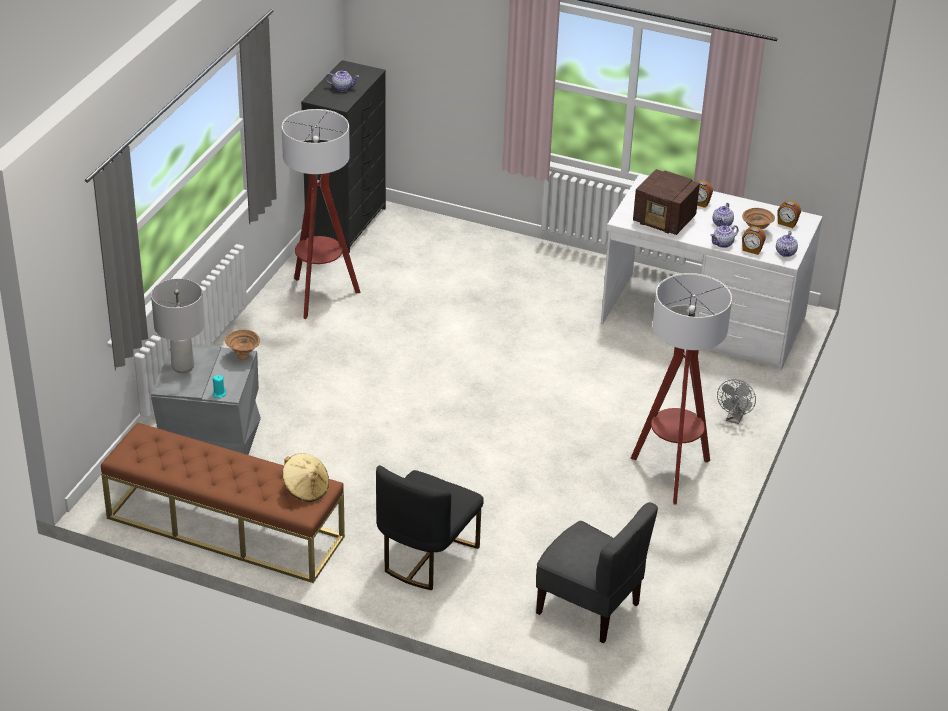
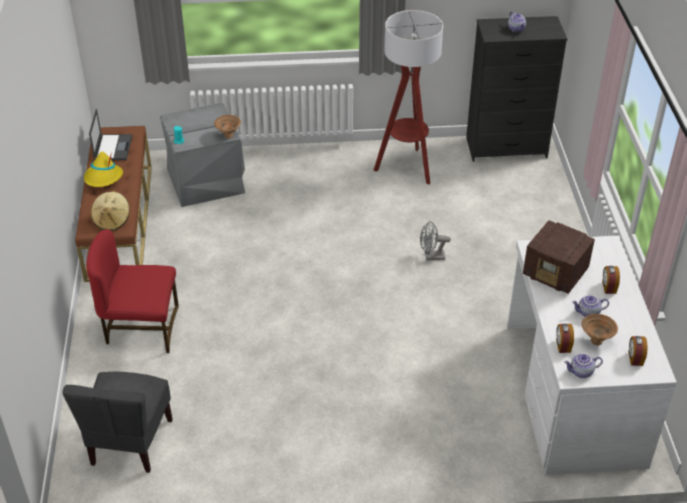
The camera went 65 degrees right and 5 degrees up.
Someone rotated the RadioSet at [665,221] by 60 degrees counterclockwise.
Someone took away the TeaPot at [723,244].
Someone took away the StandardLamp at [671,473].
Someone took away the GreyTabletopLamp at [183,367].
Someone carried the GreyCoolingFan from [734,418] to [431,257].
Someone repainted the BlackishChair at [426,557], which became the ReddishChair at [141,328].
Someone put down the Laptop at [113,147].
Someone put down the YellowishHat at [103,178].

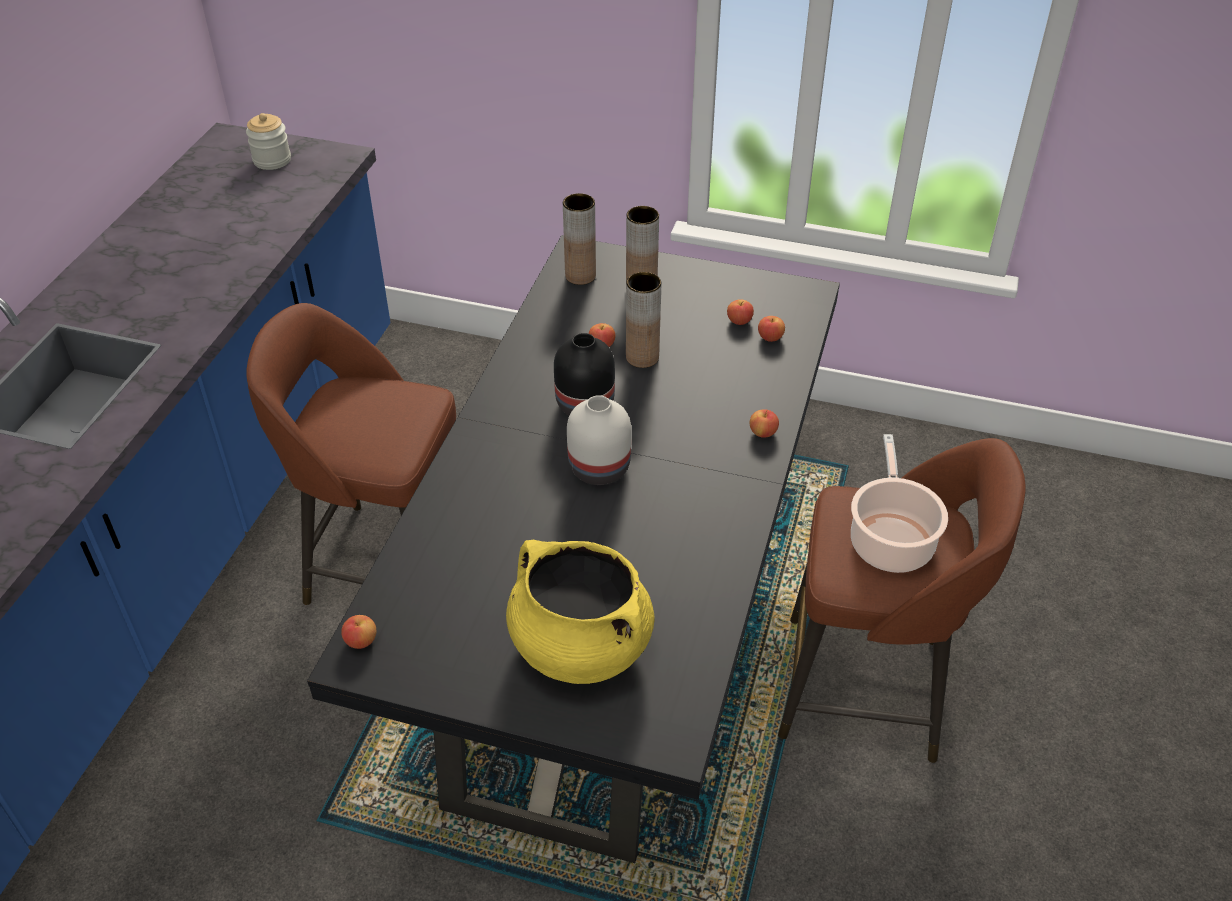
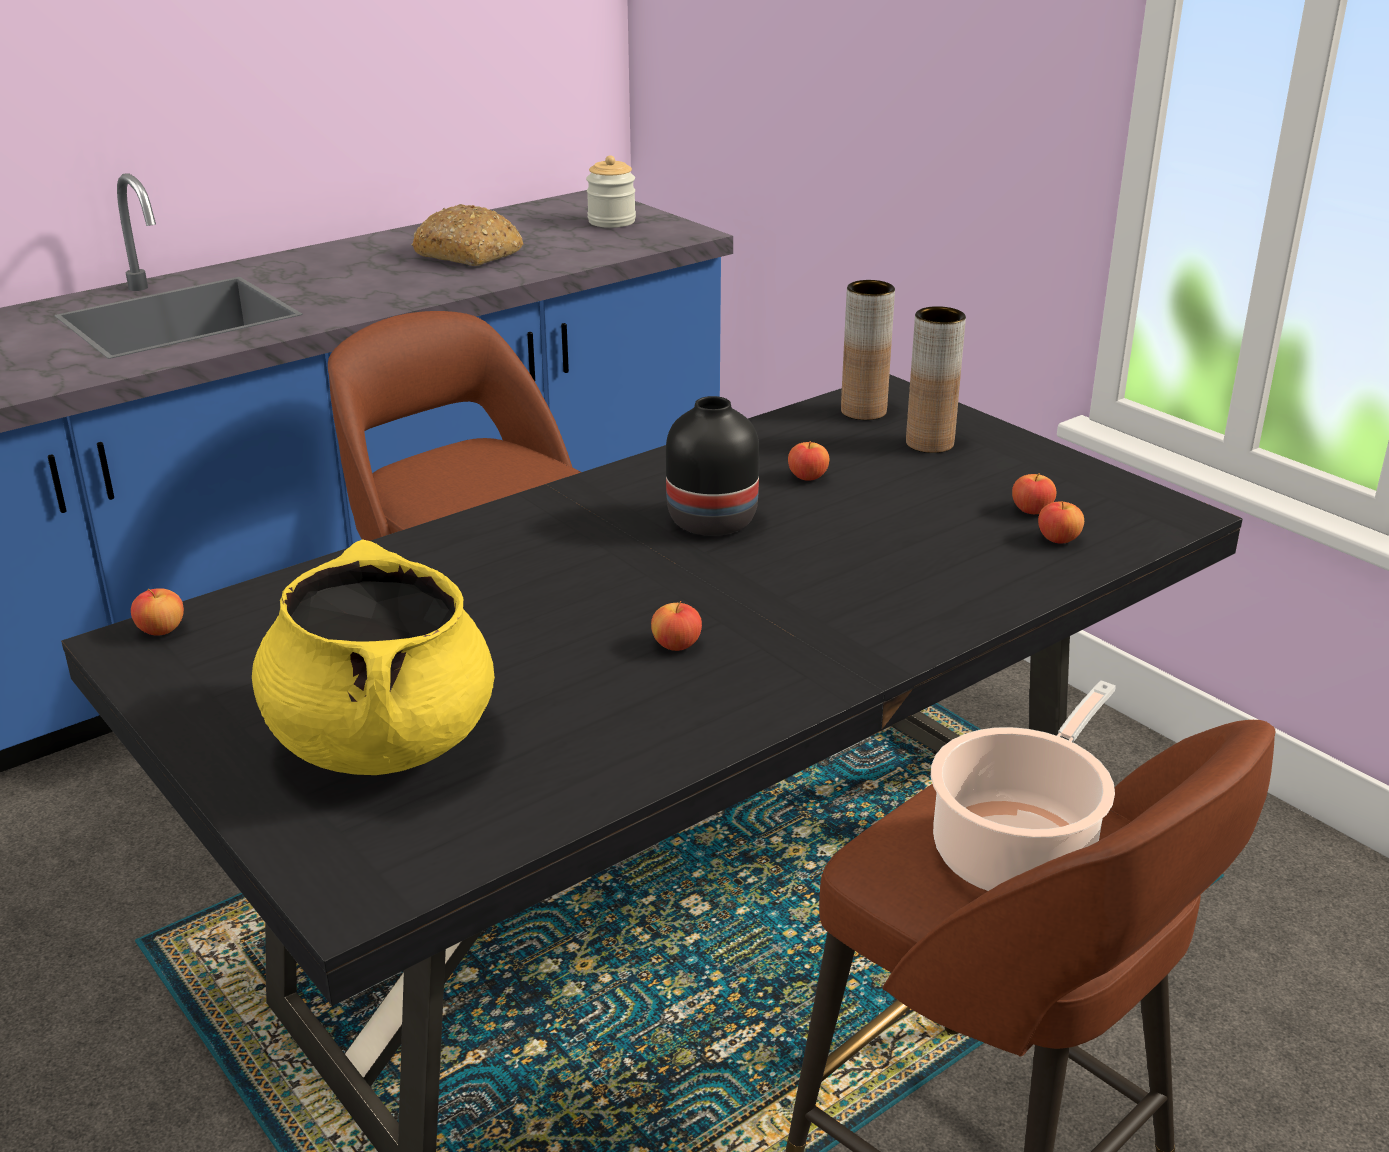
The camera went 35 degrees right and 15 degrees down.
Someone took away the BrownColouredDecorativeVase at [642,357].
Someone took away the WhitishDecorativeVase at [597,468].
Someone carried the Apple from [763,432] to [676,645].
Someone put down the Bread at [470,254].

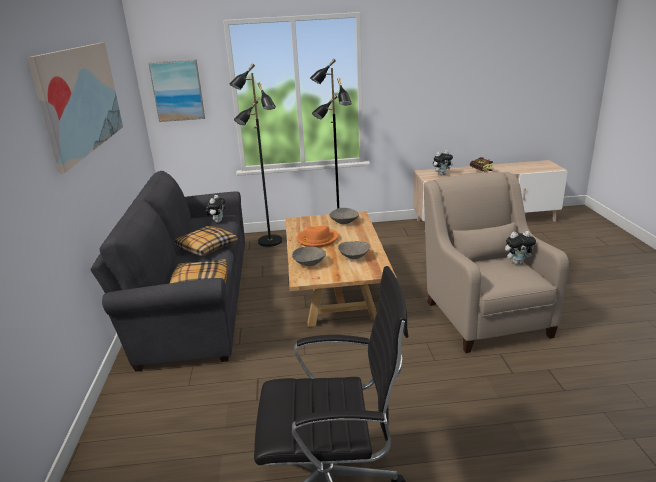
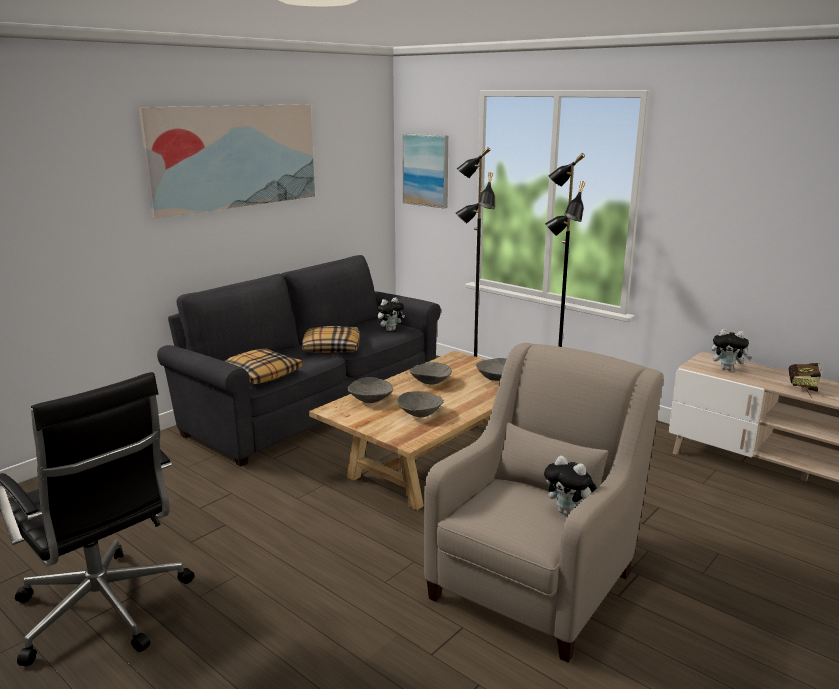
The camera went 45 degrees right and 5 degrees down.
Someone swapped the OrangeColouredHat at [317,239] for the GreyDeepDish at [430,382].

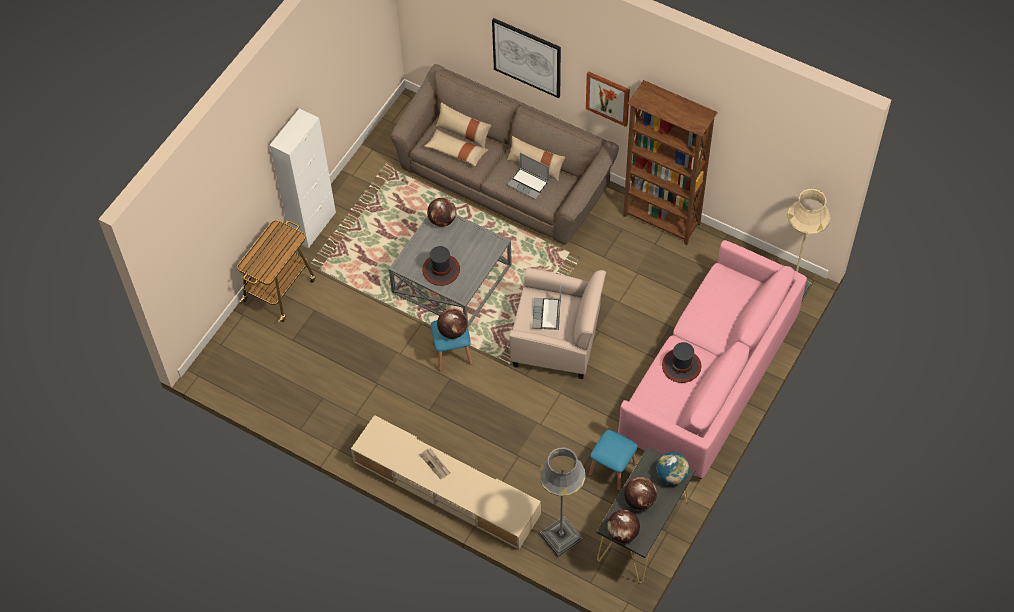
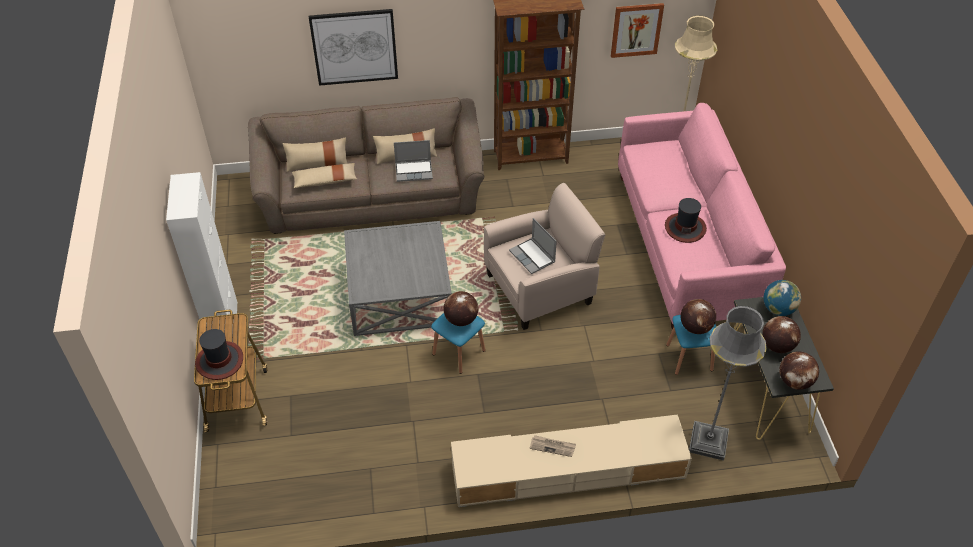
The camera went 40 degrees left and 10 degrees down.
Someone carried the WallPicture from [608,98] to [636,30].
Someone carried the WorldGlobe from [442,220] to [695,327].
Someone carried the Hat from [441,270] to [219,361].

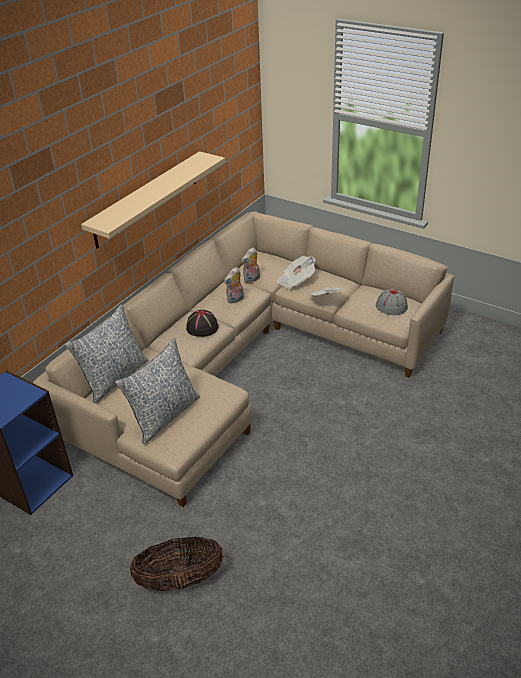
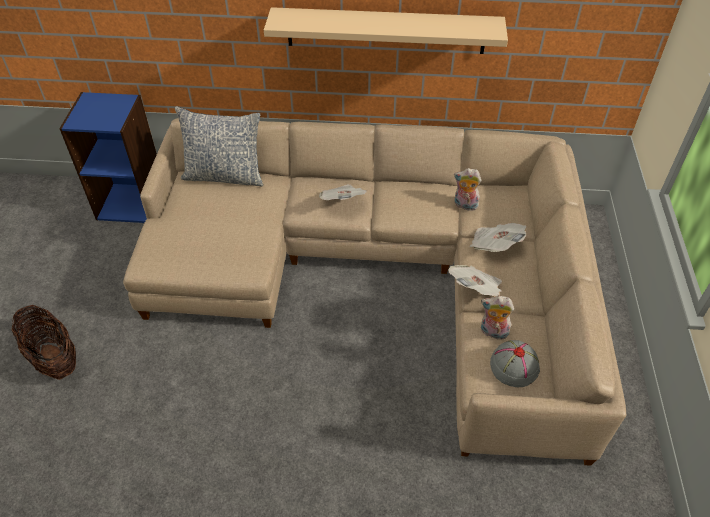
The camera went 60 degrees right and 10 degrees up.
Someone carried the CuddlyToy from [235,300] to [493,332].
Someone swapped the BlackishHat at [202,327] for the PrintedPaper at [342,202].
Someone took away the Cushion at [164,415].

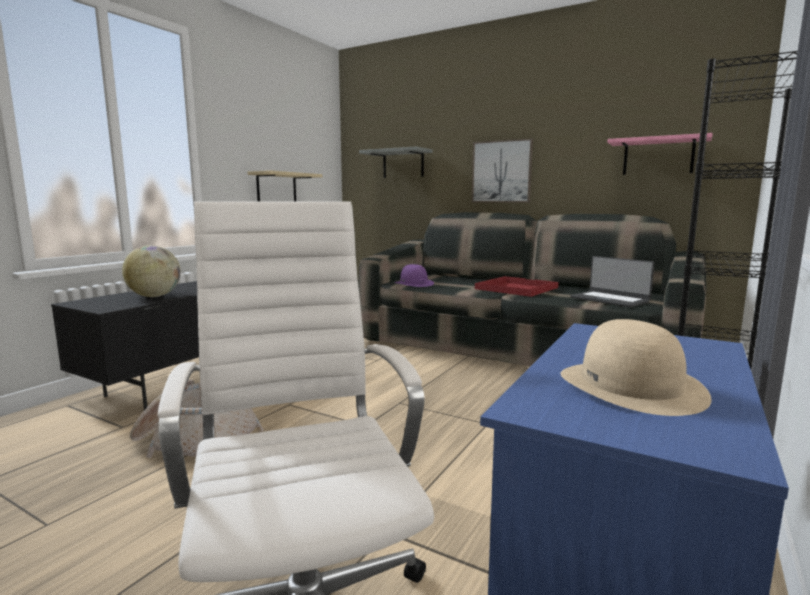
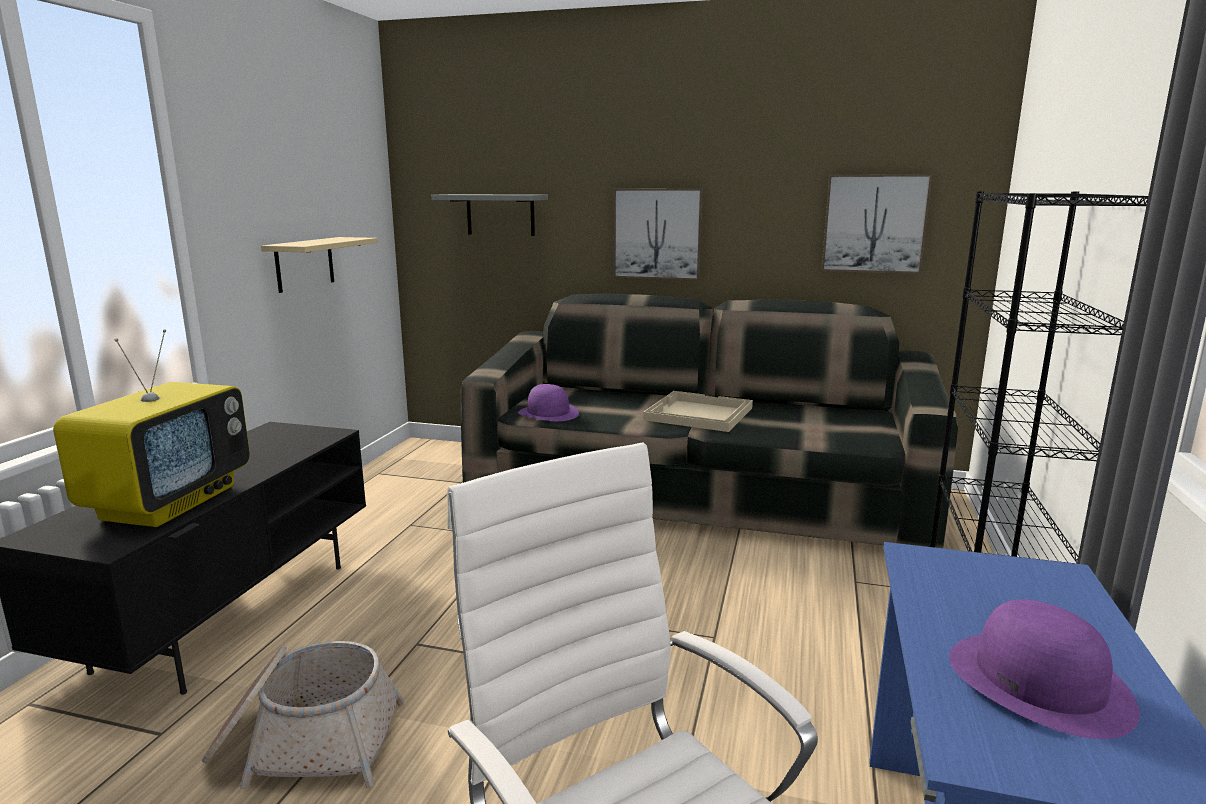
The camera went 15 degrees left and 5 degrees up.
Someone swapped the PinkWallShelf at [658,156] for the WallPicture at [874,223].
Someone swapped the WorldGlobe at [154,296] for the TvSet at [170,502].
Someone took away the Laptop at [610,299].
Someone repainted the ReddishServingTray at [515,288], which became the BeigeServingTray at [697,414].
Someone repainted the BeigeHat at [631,386], which became the PurpleHat at [1039,682].

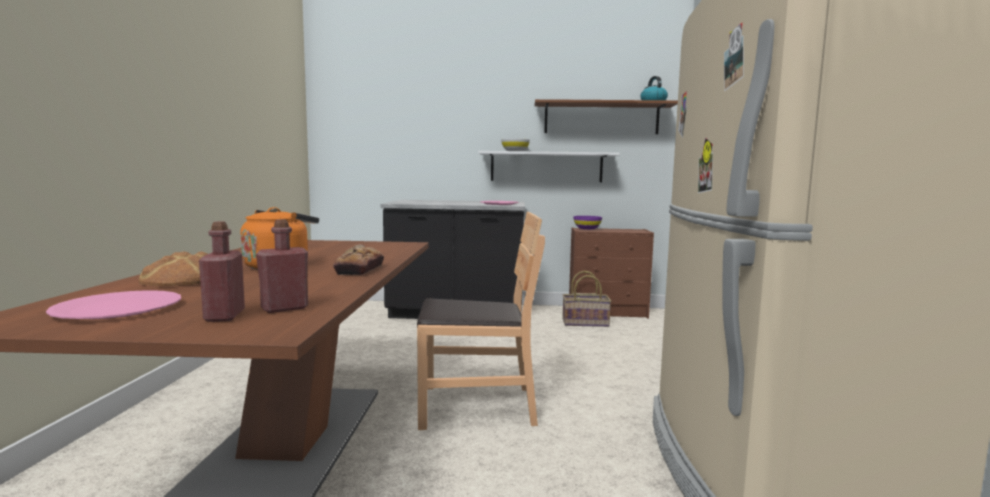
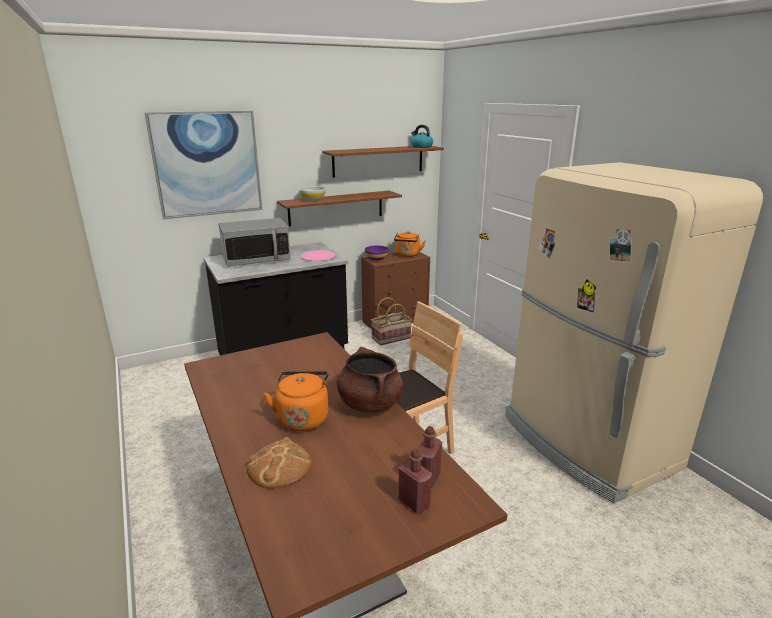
The camera went 30 degrees left and 15 degrees up.
Someone repainted the WhitishWallShelf at [546,167], which became the BrownColouredWallShelf at [336,208].
Someone swapped the Bread at [359,270] for the BrownColouredCookingPot at [370,403].
Someone took away the PinkDinnerPlate at [118,308].
Someone put up the WallPicture at [207,164].
Someone put down the KitchenMicrowave at [256,259].
Someone put down the OrangeColouredKettle at [407,255].

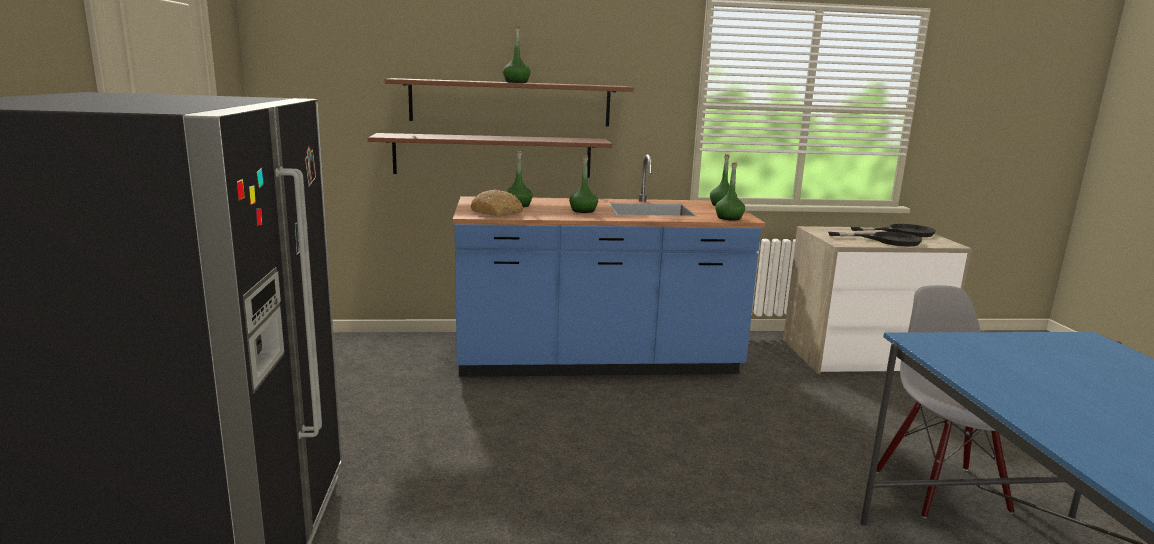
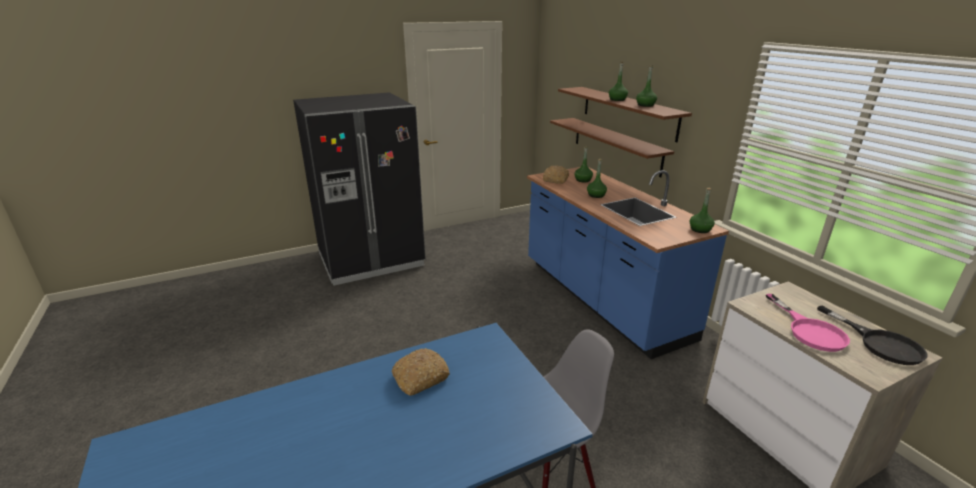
The camera went 70 degrees right and 10 degrees up.
Someone carried the GreenishBeverageBottle from [729,218] to [645,105].
Someone repainted the BlackishSkillet at [887,240], which became the PinkSkillet at [810,331].
Someone put down the Bread at [420,378].

